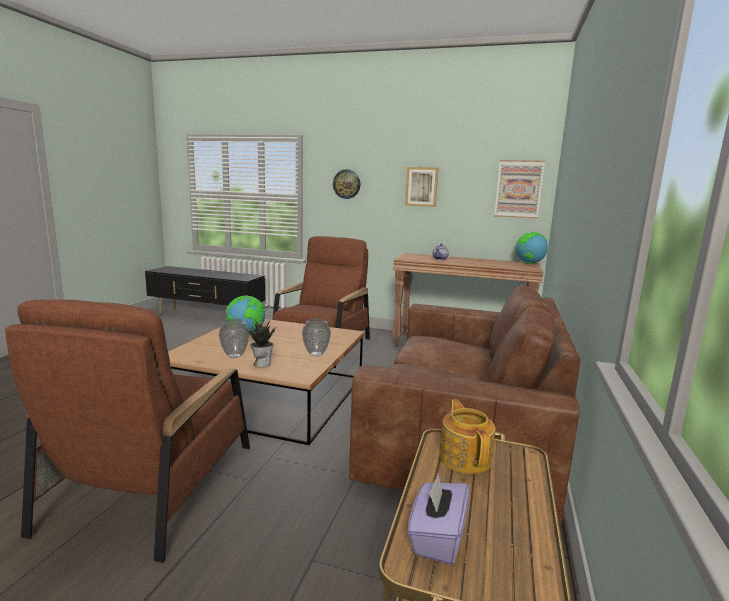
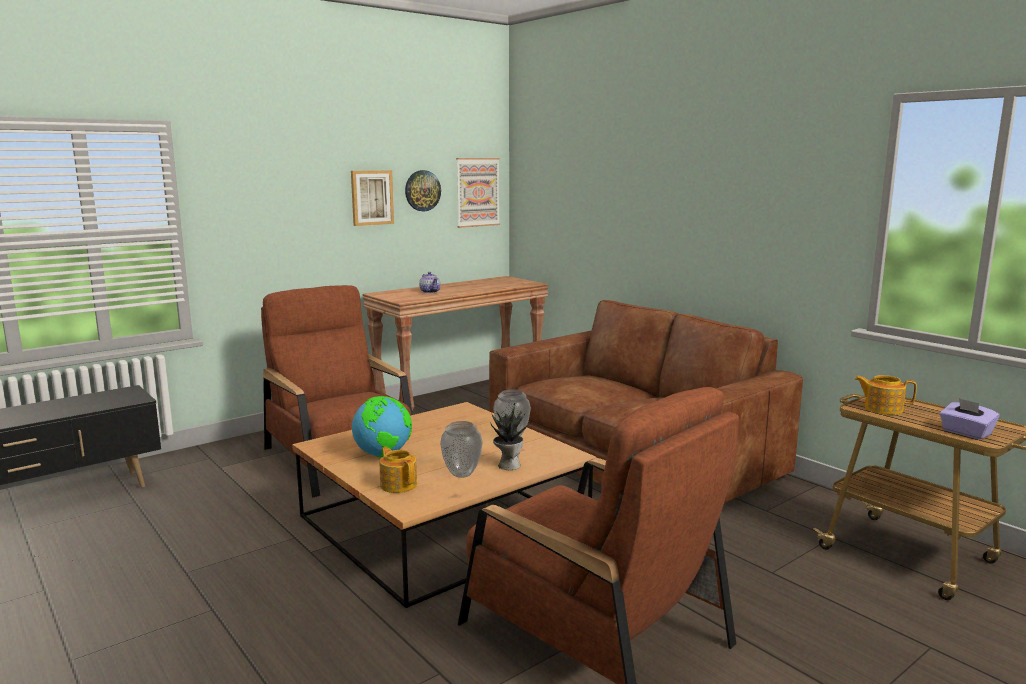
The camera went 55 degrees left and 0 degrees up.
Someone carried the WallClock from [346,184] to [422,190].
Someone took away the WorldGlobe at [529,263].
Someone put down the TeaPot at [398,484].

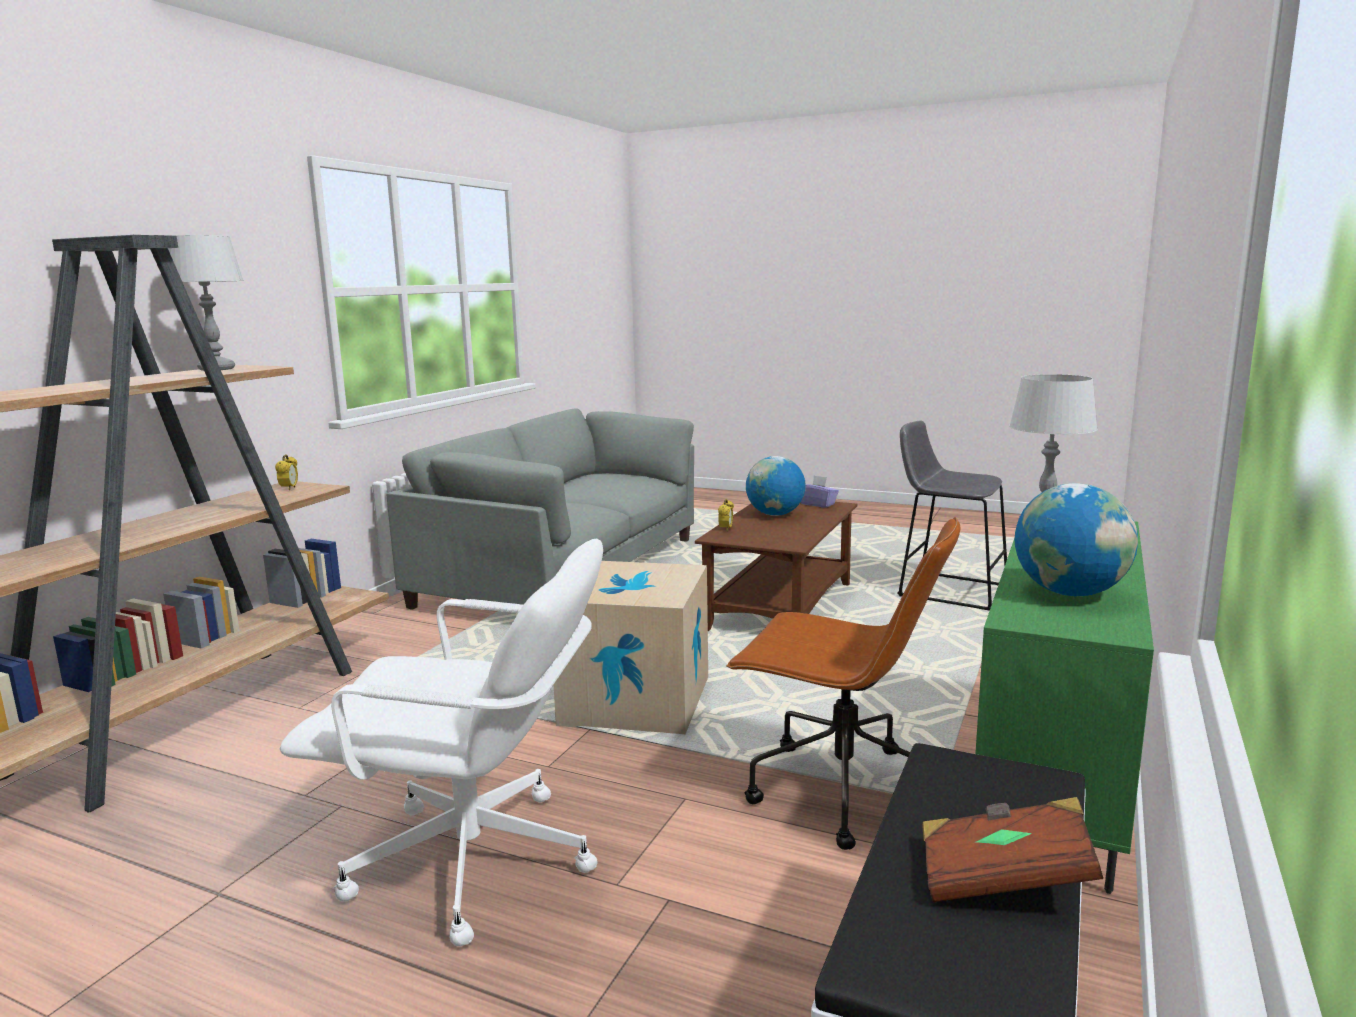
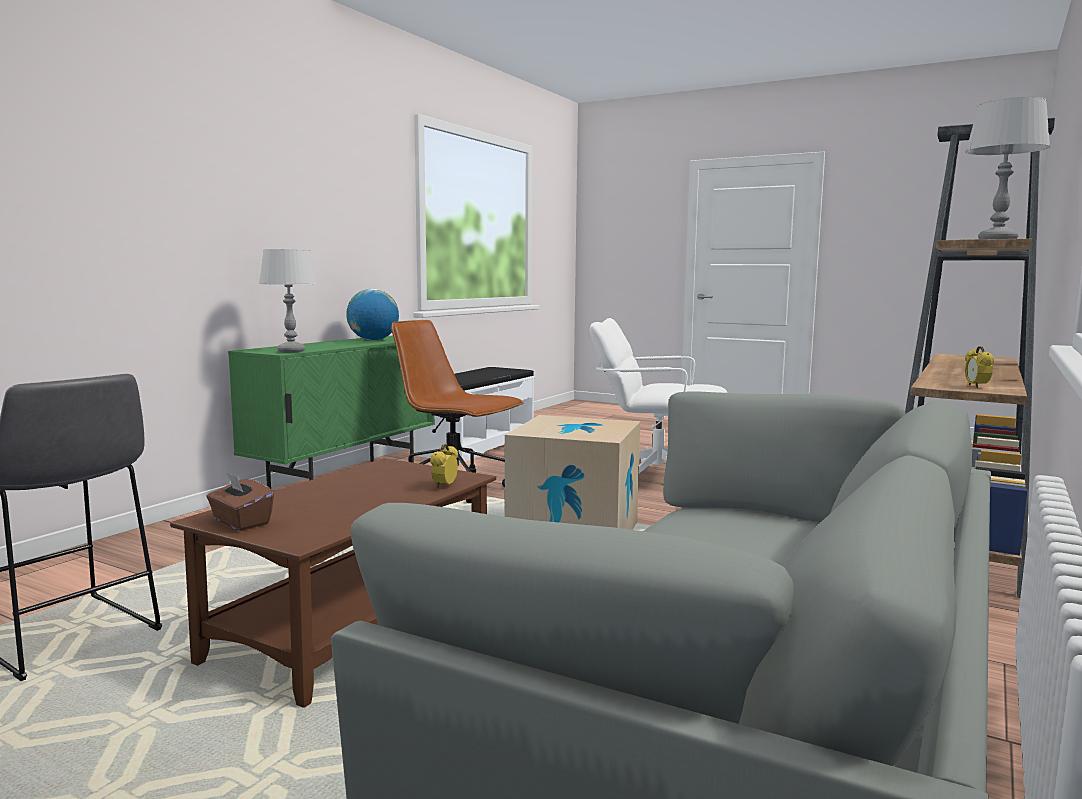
The camera went 175 degrees left and 5 degrees down.
Someone took away the WorldGlobe at [775,514].
Someone repainted the PurpleTissueBox at [817,504], which became the BrownColouredTissueBox at [240,522].
Someone took away the BrownColouredBoundBook at [1003,879].

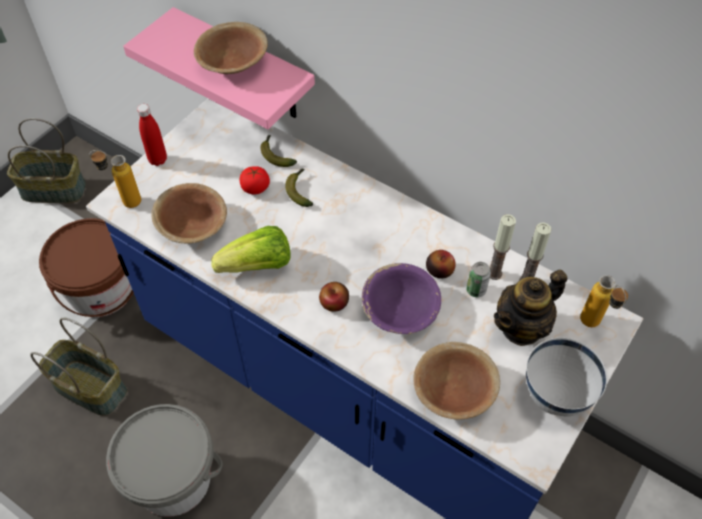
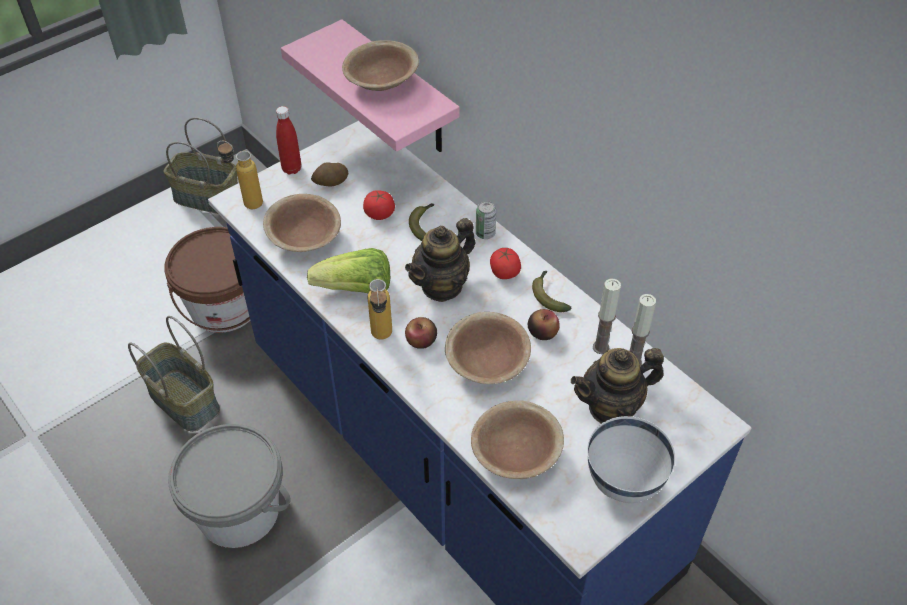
The camera went 15 degrees right and 5 degrees down.
Someone carried the BananaFruit from [276,155] to [548,295].
Someone carried the Can from [476,290] to [485,233].
Someone repainted the PurpleDeepDish at [400,310], which became the BrownColouredDeepDish at [487,362].
Someone carried the BeverageBottle from [594,326] to [382,339].
Someone put down the Spud at [331,183].
Someone put down the TeaPot at [442,285].
Someone put down the Tomato at [504,272].

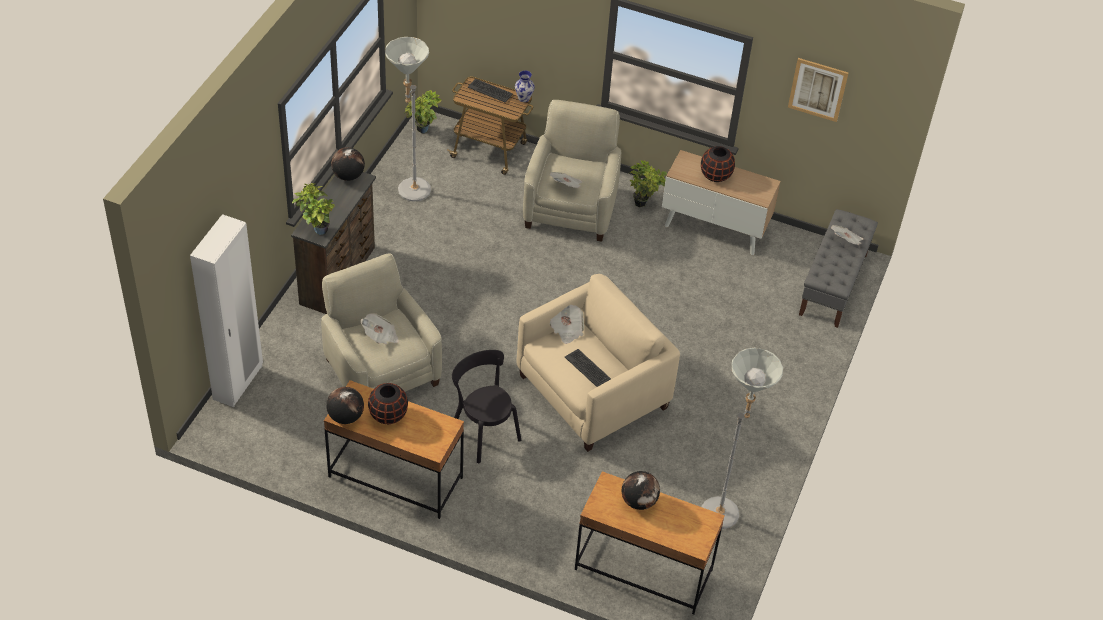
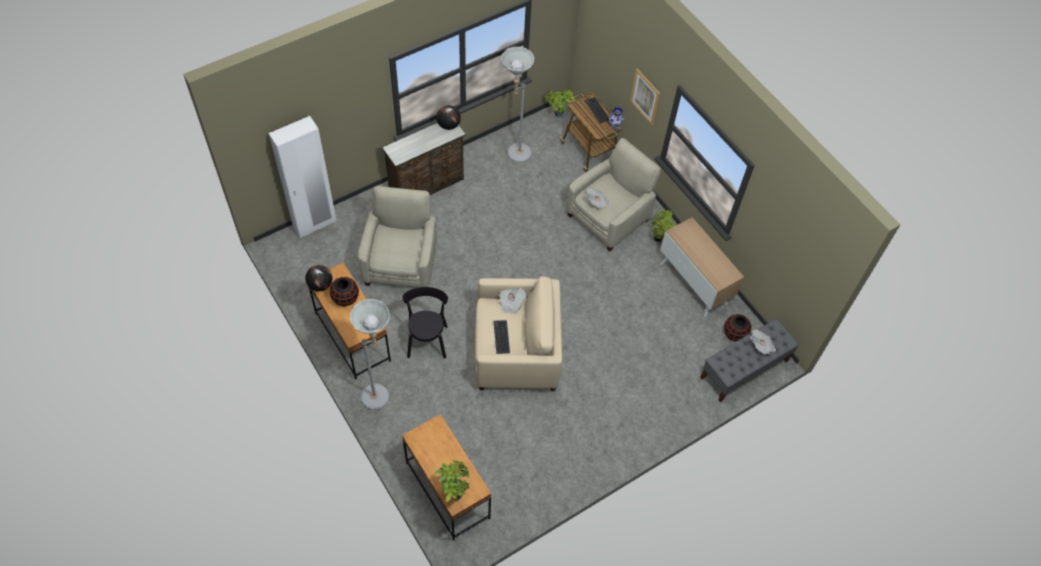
The camera went 35 degrees right and 10 degrees up.
Someone carried the WallPicture from [817,89] to [645,97].
Someone carried the BlackishDecorativeVase from [716,175] to [735,334].
Someone carried the Houseplant from [317,230] to [454,492].
Someone took away the PrintedPaper at [380,336].
Someone carried the GreyStandardLamp from [724,508] to [381,395].
Someone took away the WorldGlobe at [639,501].

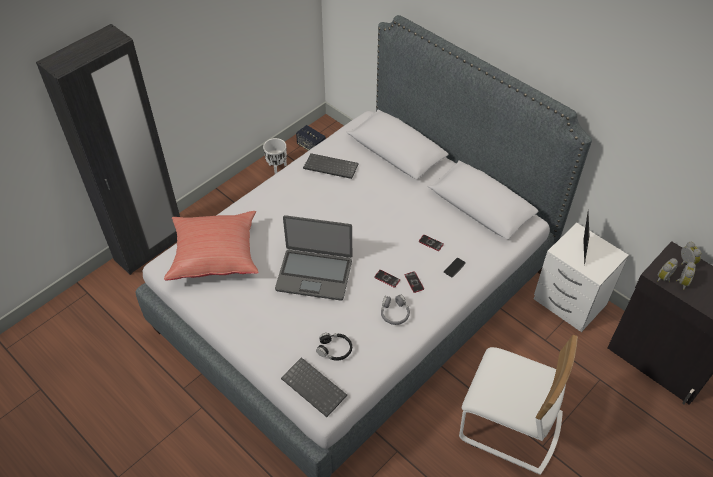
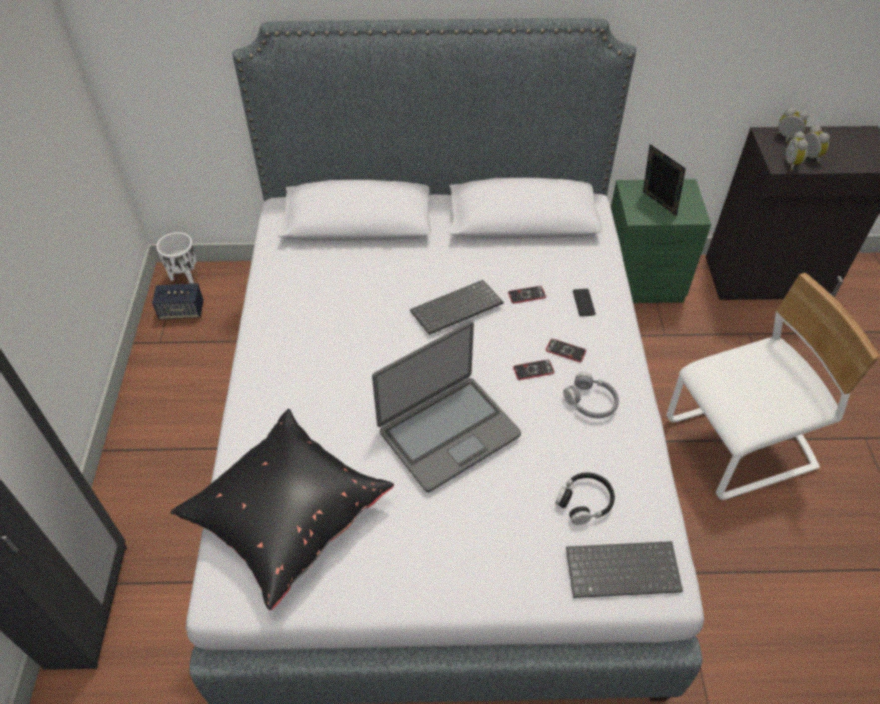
The camera went 45 degrees left and 0 degrees up.
Someone carried the WhitishPlantPot from [277,168] to [186,277].
Someone carried the PcKeyboard from [330,167] to [456,310].
Someone repainted the ReddishCushion at [215,255], which became the BlackishCushion at [286,516].
Someone repainted the WhitishNightstand at [570,303], which became the GreenishNightstand at [642,282].

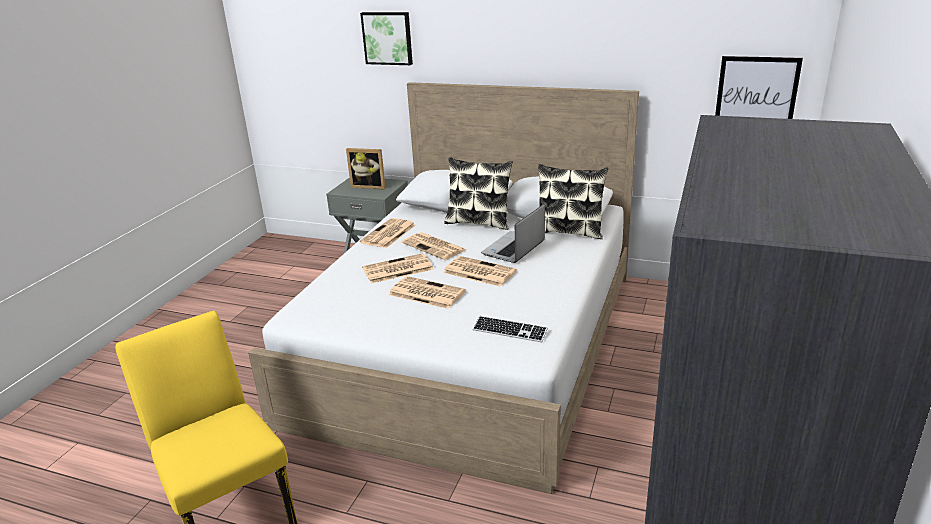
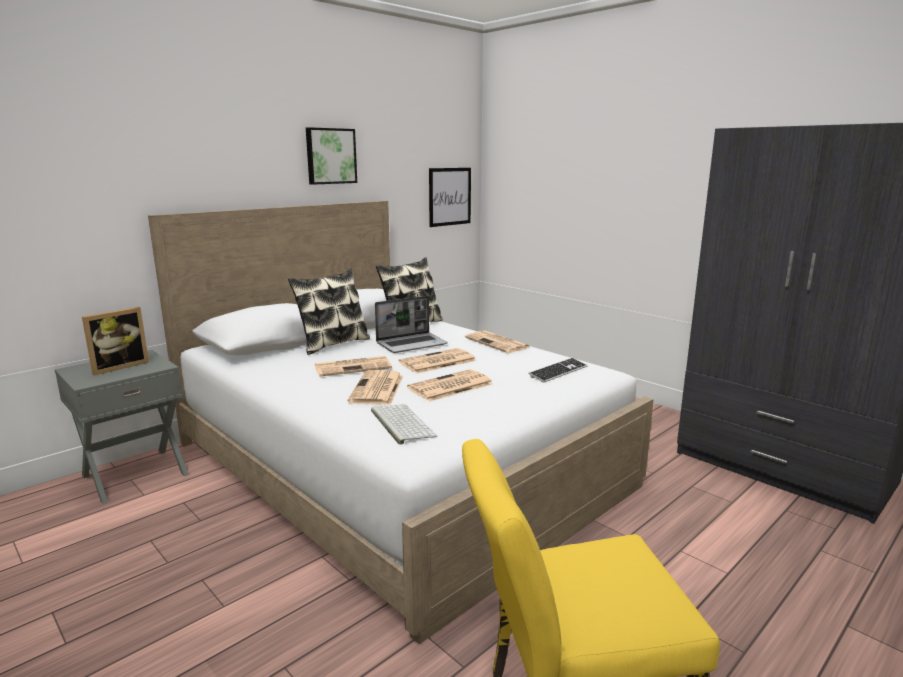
The camera went 65 degrees left and 10 degrees down.
Someone carried the WallPicture from [388,38] to [330,156].
Someone rotated the Laptop at [513,249] by 90 degrees counterclockwise.
Someone carried the PrintedPaper from [388,234] to [498,343].
Someone put down the PcKeyboard at [400,423].

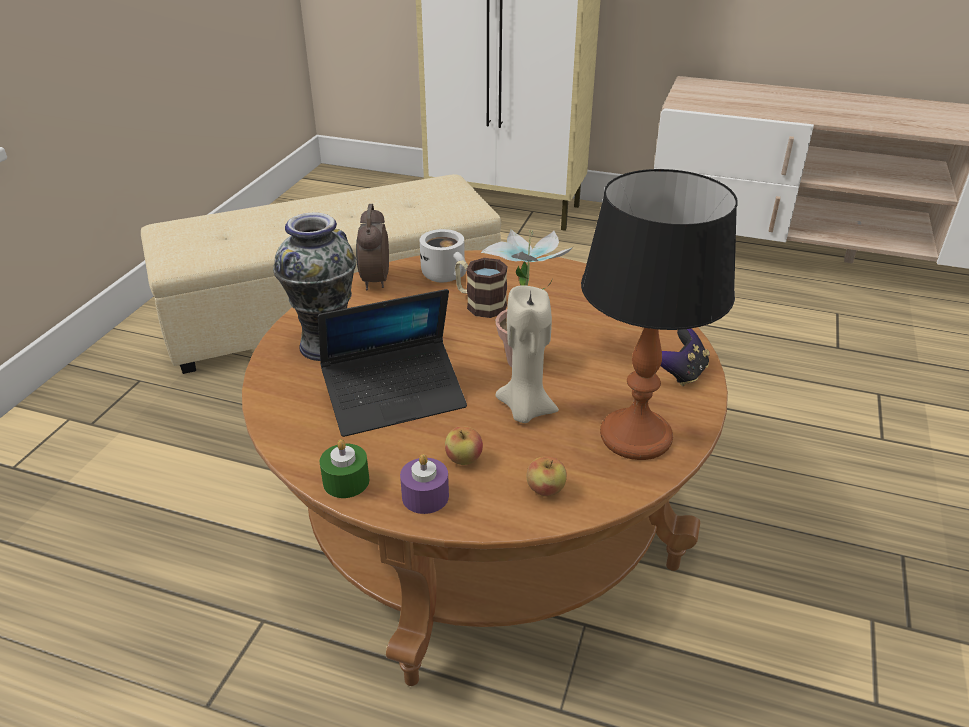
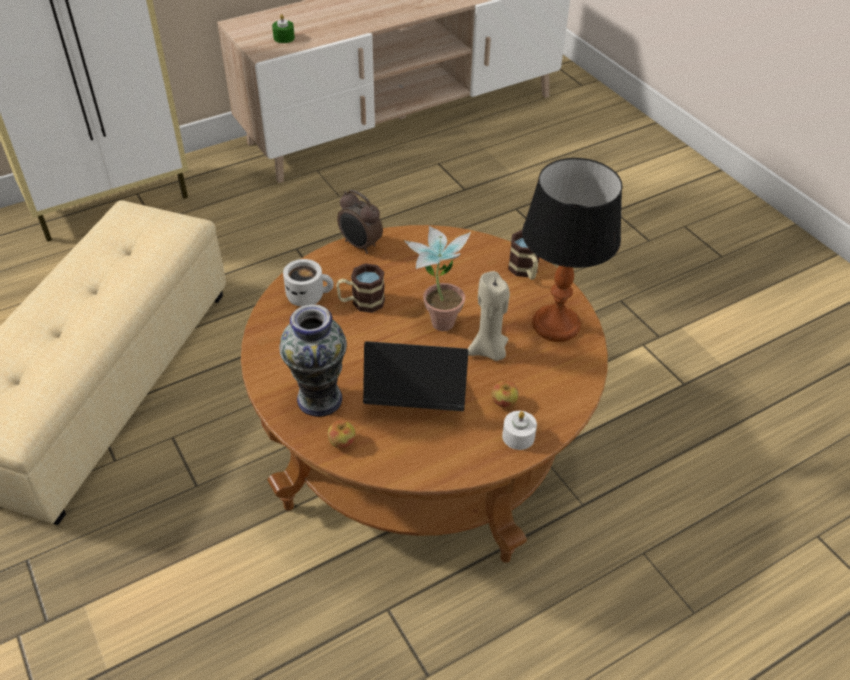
The camera went 50 degrees left and 10 degrees up.
Someone carried the TableClock from [374,281] to [360,245].
Someone rotated the Laptop at [395,398] by 105 degrees counterclockwise.
Someone swapped the Joypad at [681,373] for the TeaMug at [525,271].
Someone carried the GreenishWaxLight from [346,481] to [284,38].
Someone repainted the PurpleWaxLight at [425,496], which became the WhitishWaxLight at [518,436].
Someone carried the Apple from [545,490] to [342,442].

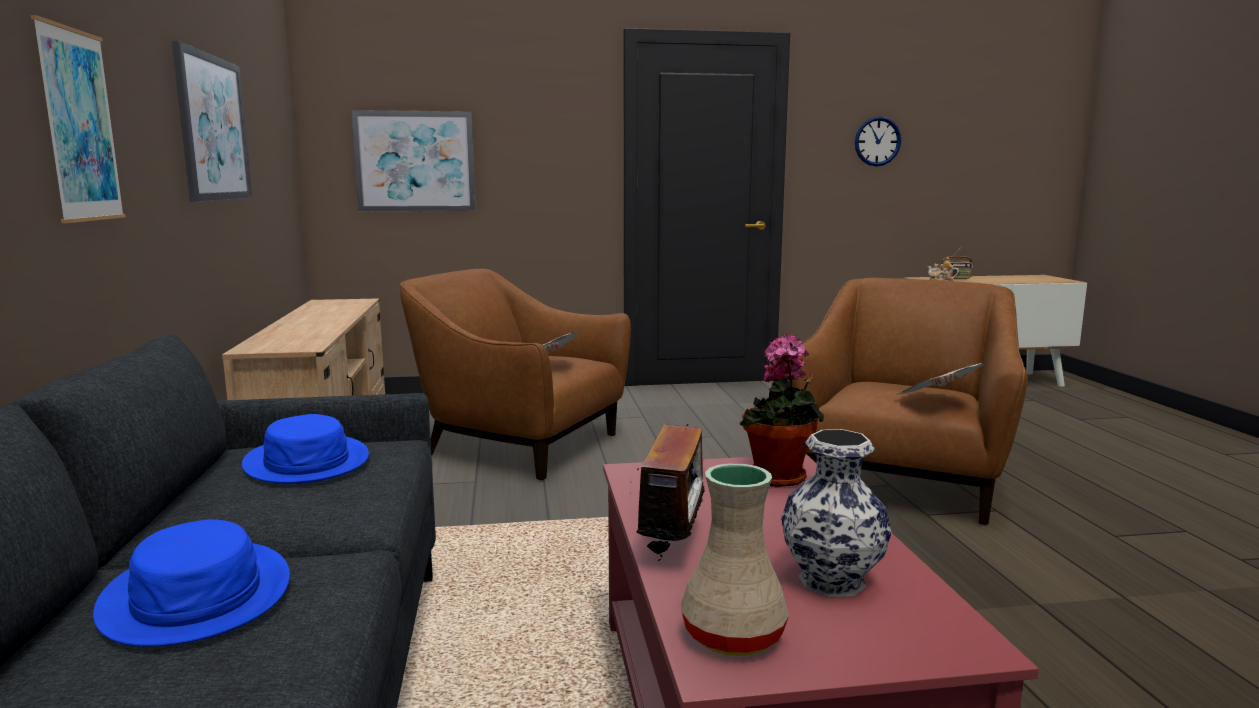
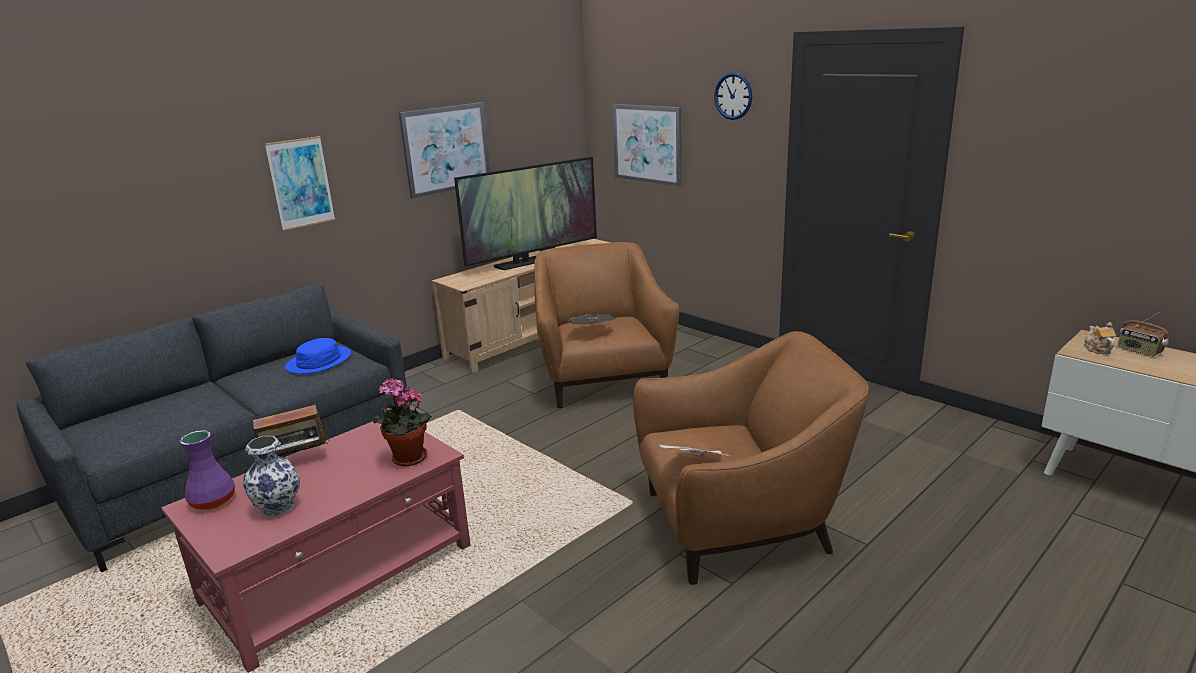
The camera went 55 degrees right and 10 degrees up.
Someone carried the WallClock from [877,141] to [733,96].
Someone repainted the BeigeDecorativeVase at [731,635], which became the PurpleDecorativeVase at [213,500].
Someone took away the BlueColouredHat at [198,595].
Someone put down the TvSet at [533,261].

